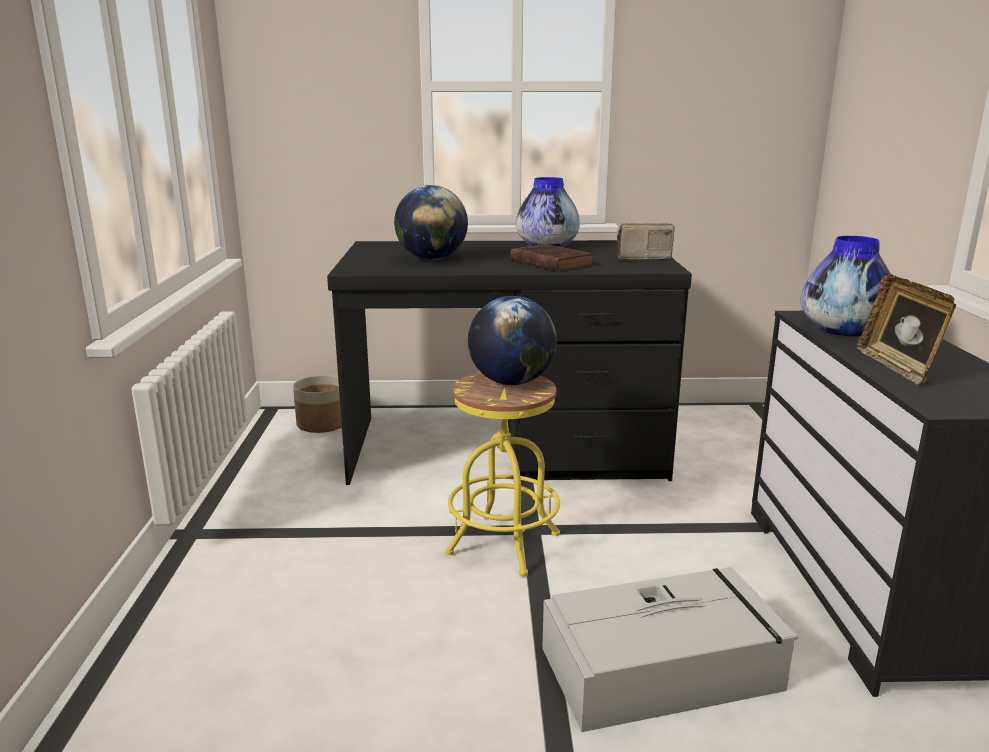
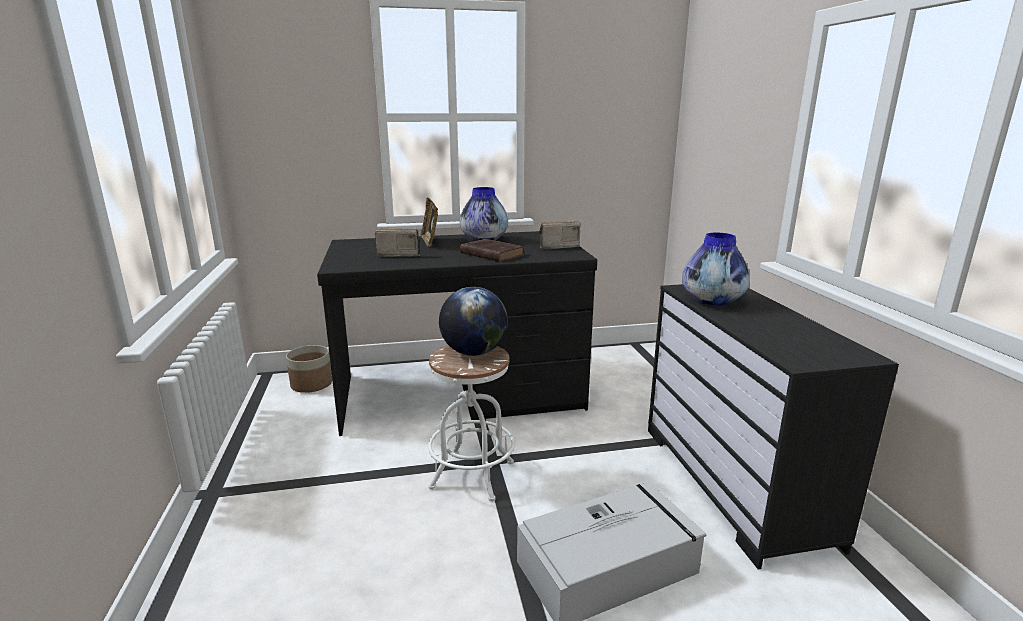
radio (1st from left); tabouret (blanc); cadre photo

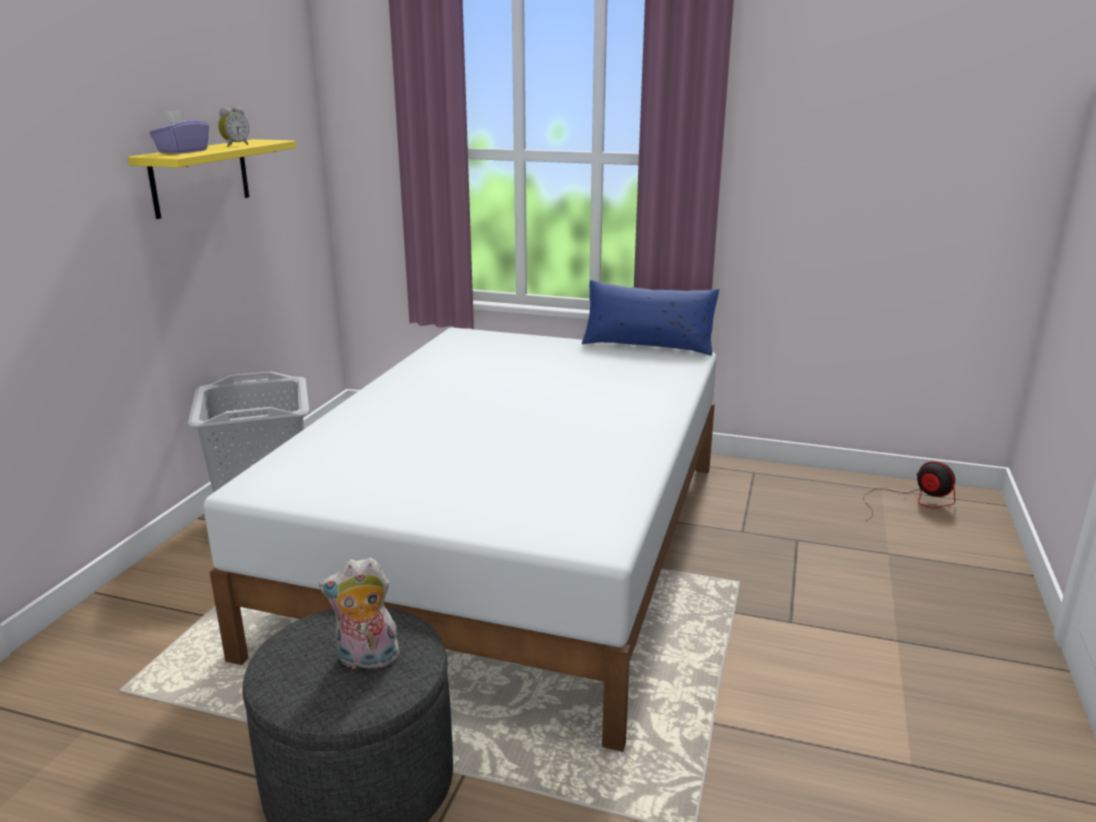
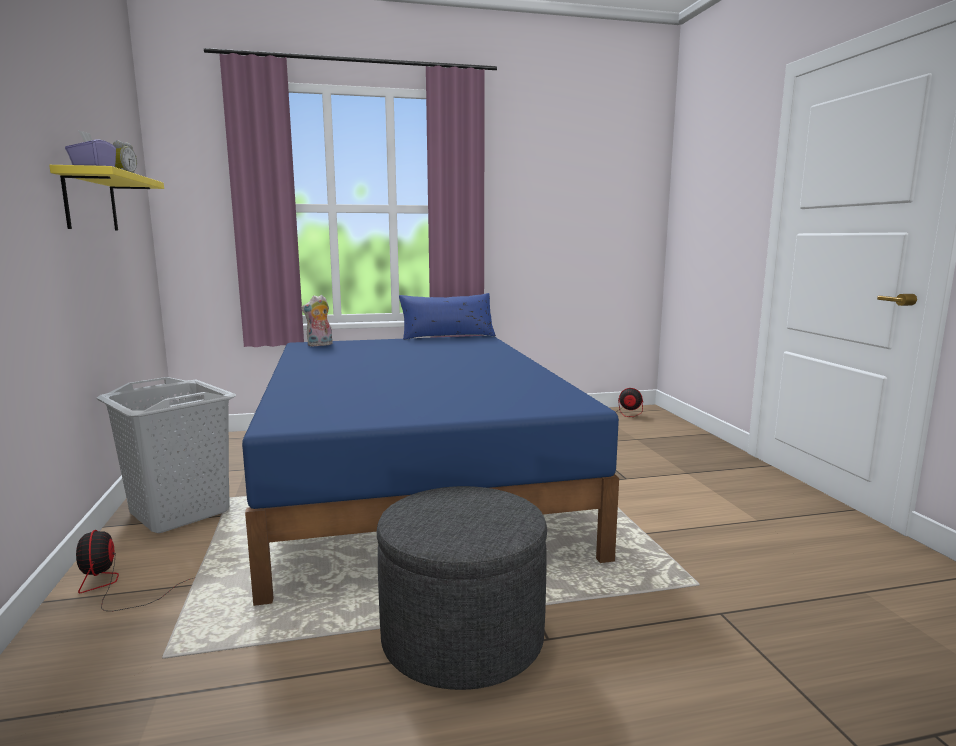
lit (bleu); peluche; ventilateur (1st from left)

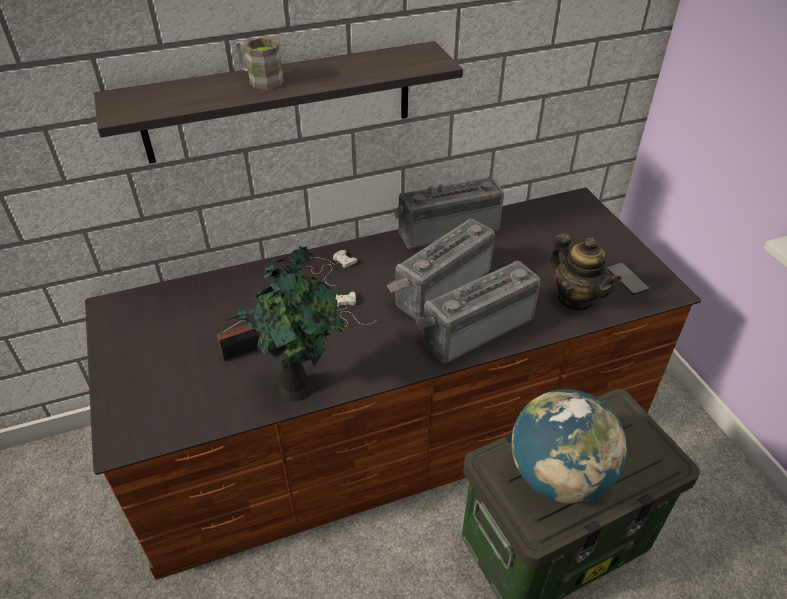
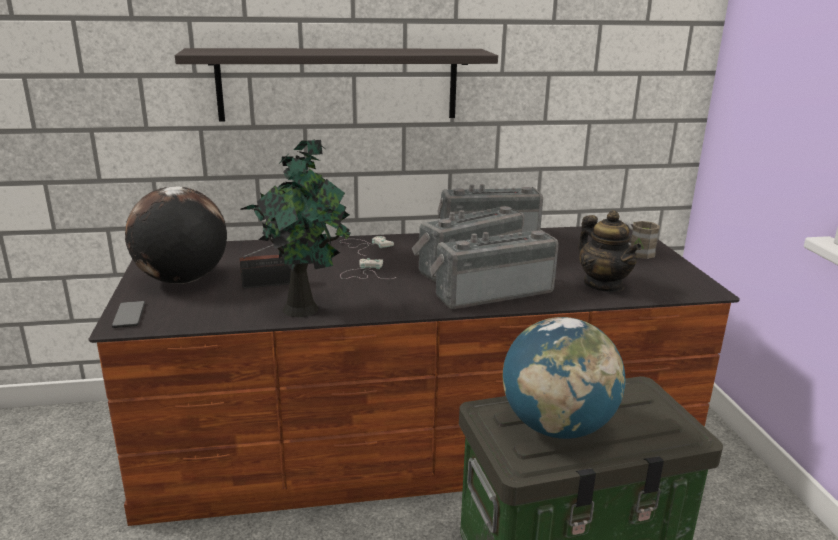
mug (marron); téléphone; globe (1st from left)

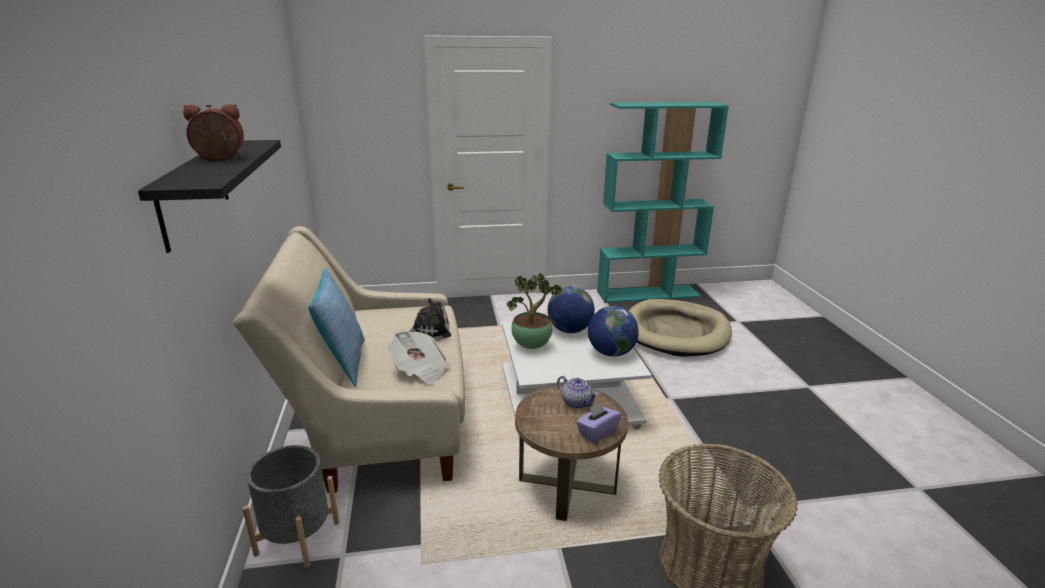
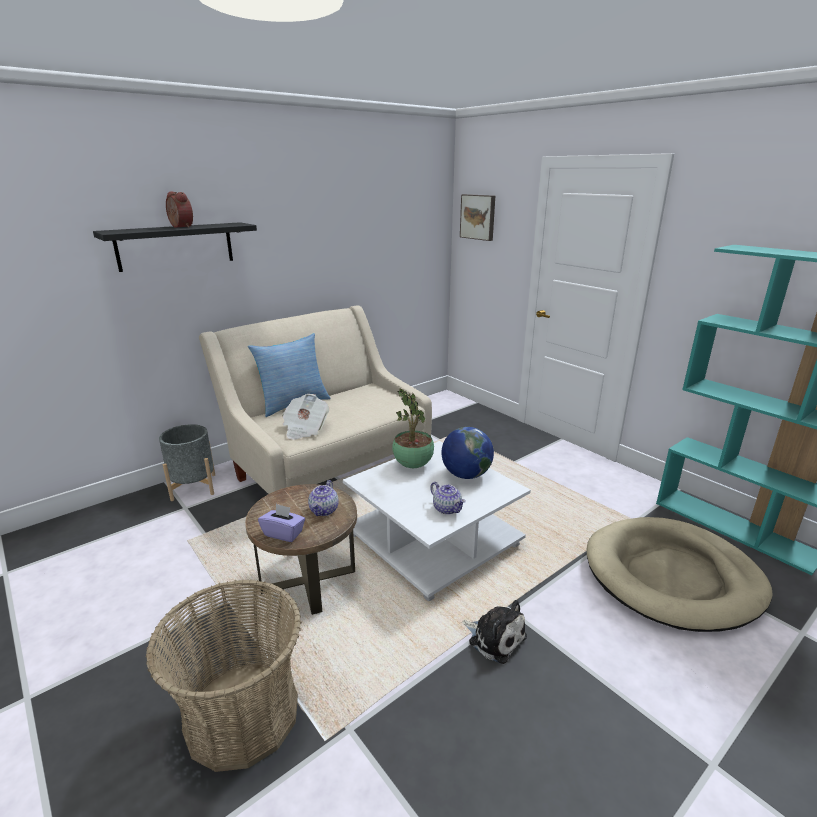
peluche; théière (2nd from left); tableau

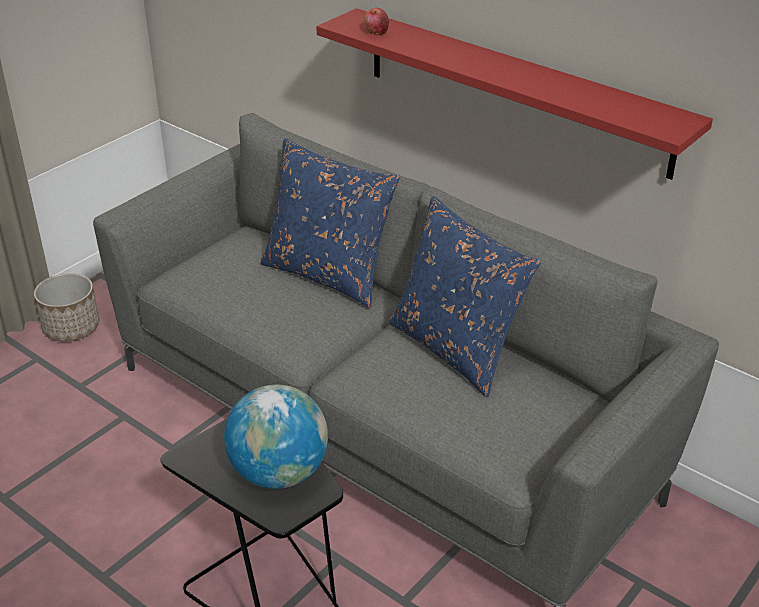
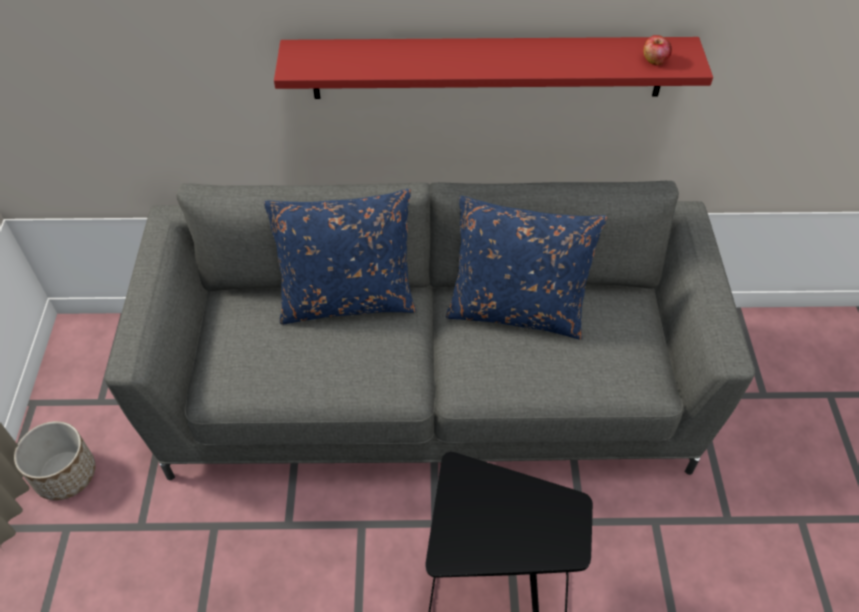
globe; pomme

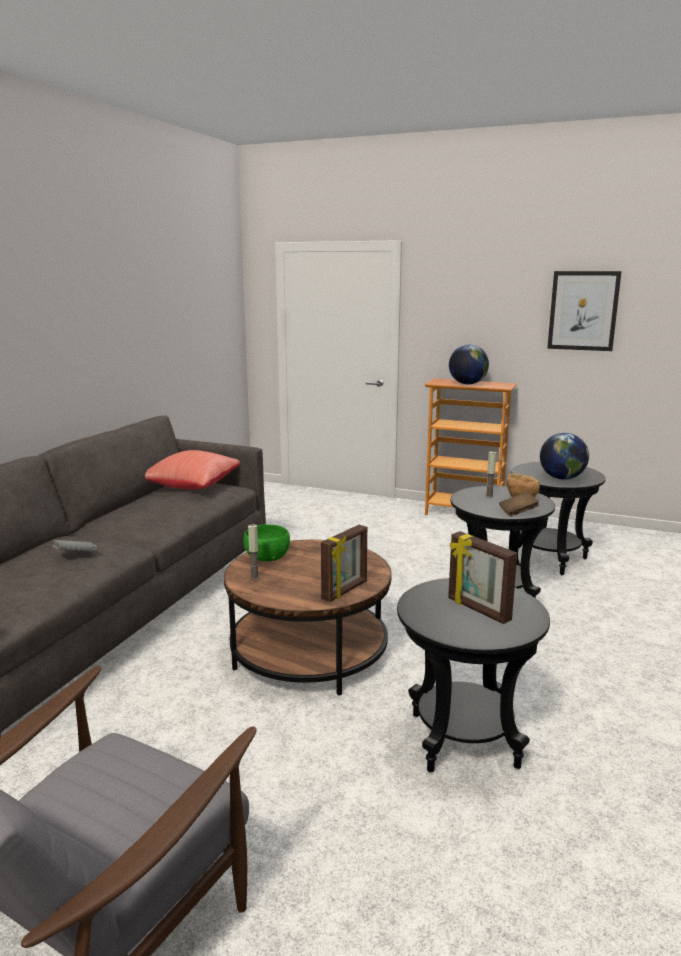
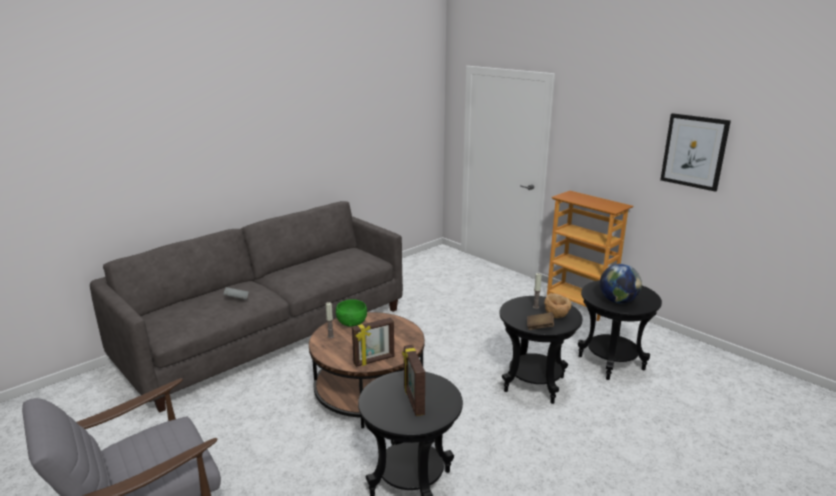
coussin (rouge); globe (1st from left in the first image)

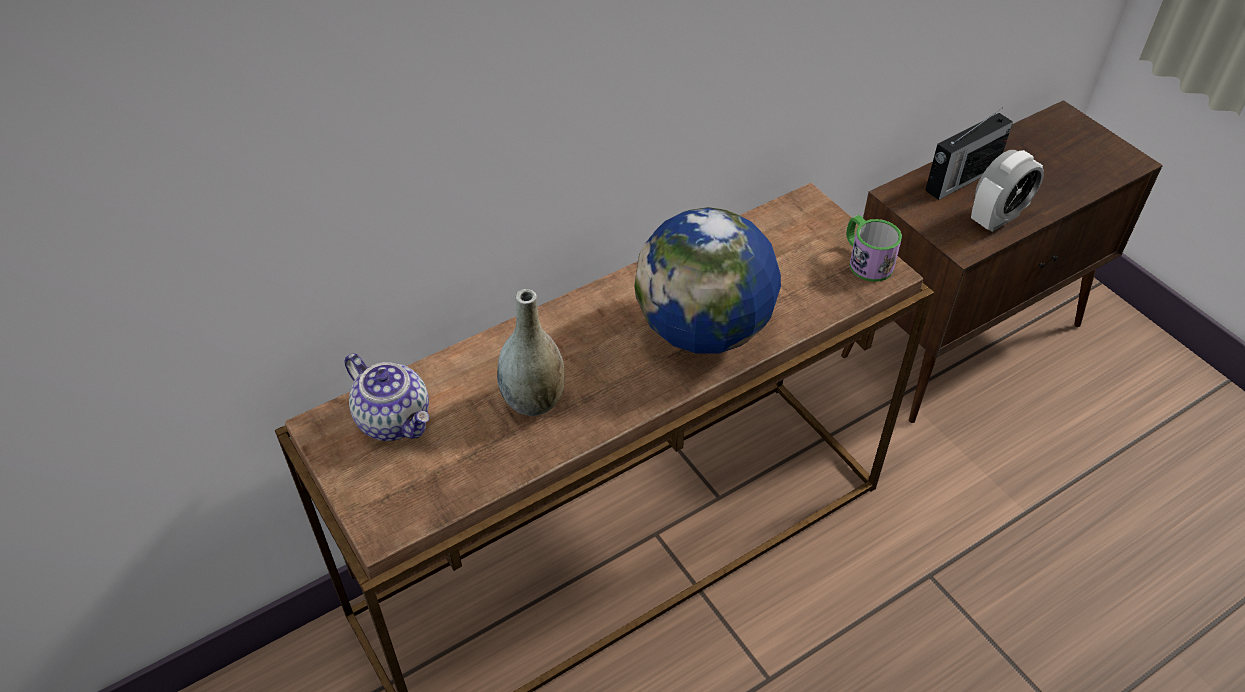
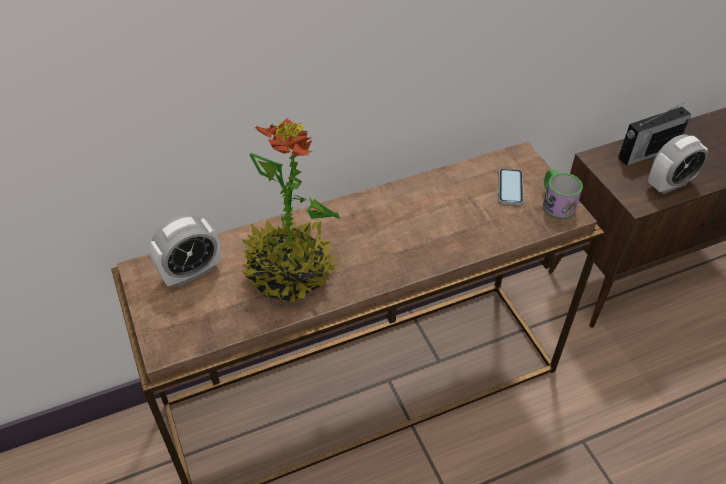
réveil (1st from left); plante en pot; globe; téléphone

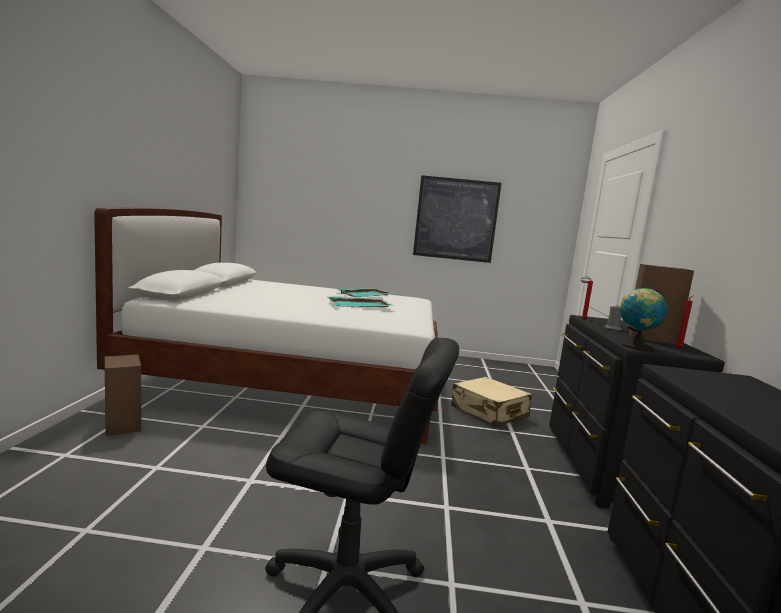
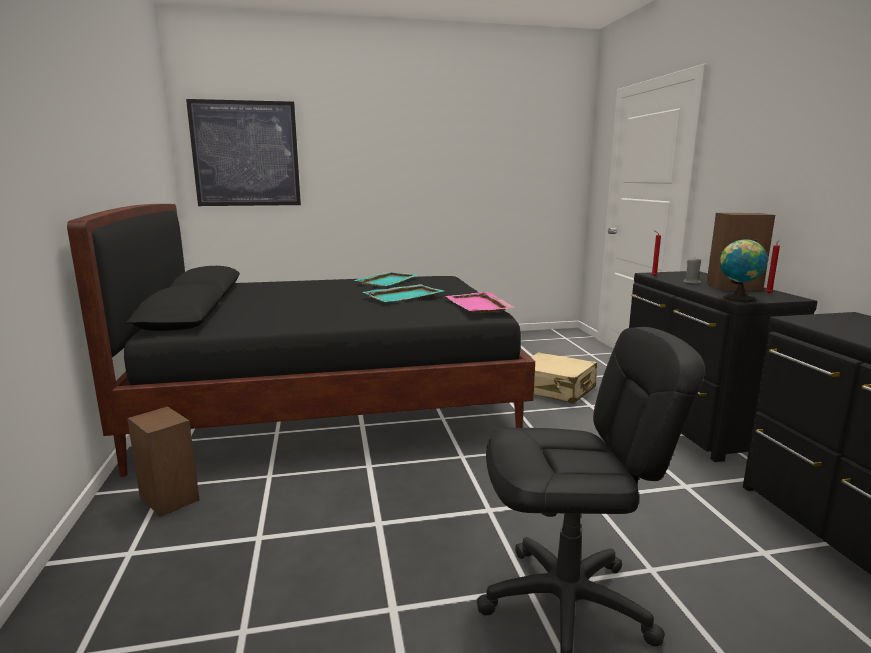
lit (noir); tableau; plateau (rose)

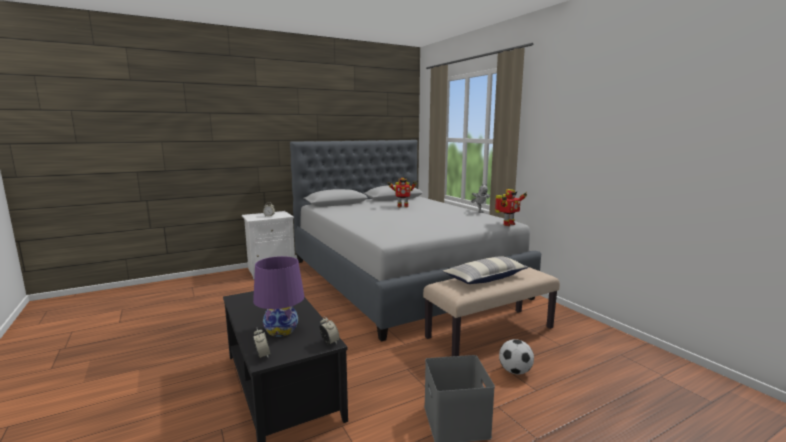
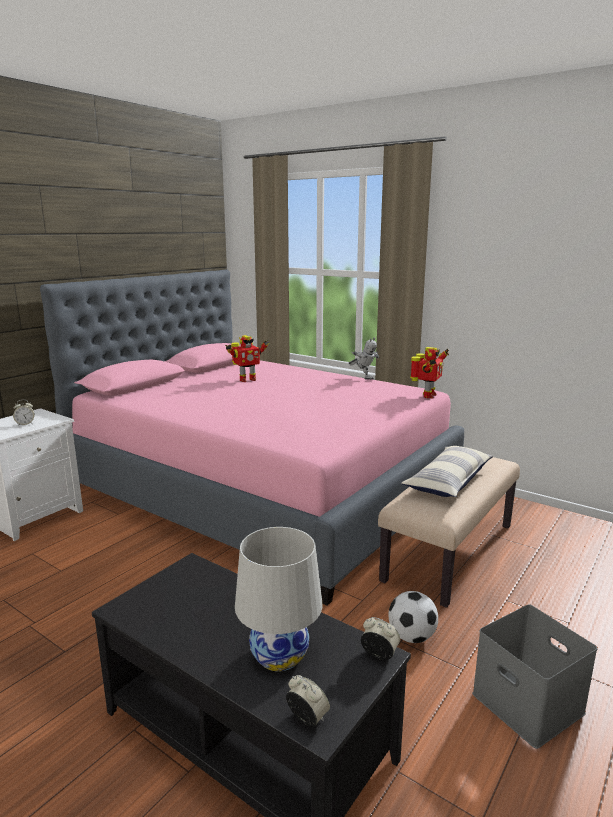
lampe de table (blanc); lit (rose); ballon de foot

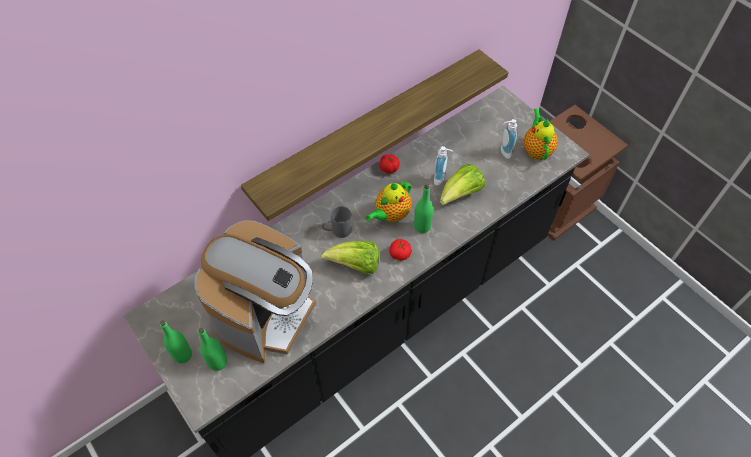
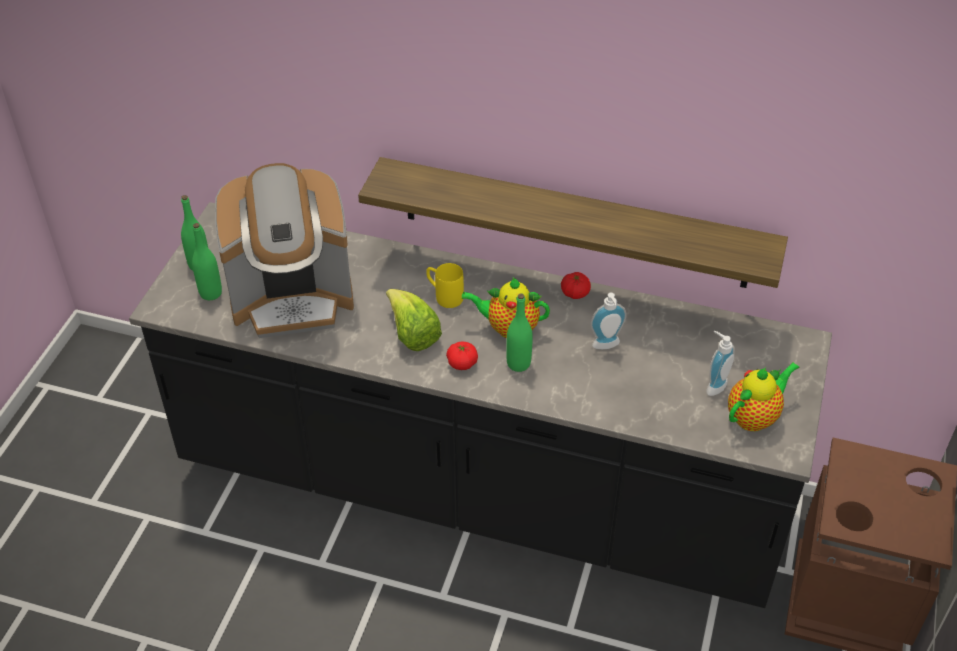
mug (jaune); laitue (2nd from left in the first image)

